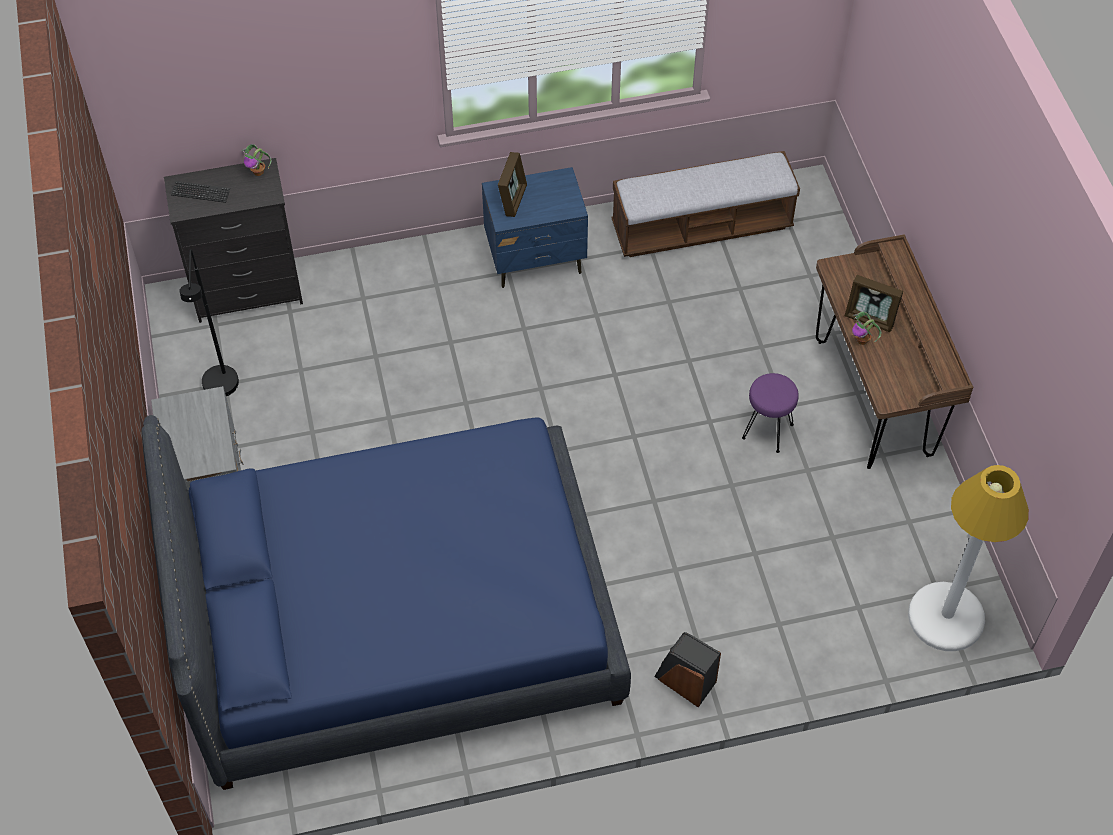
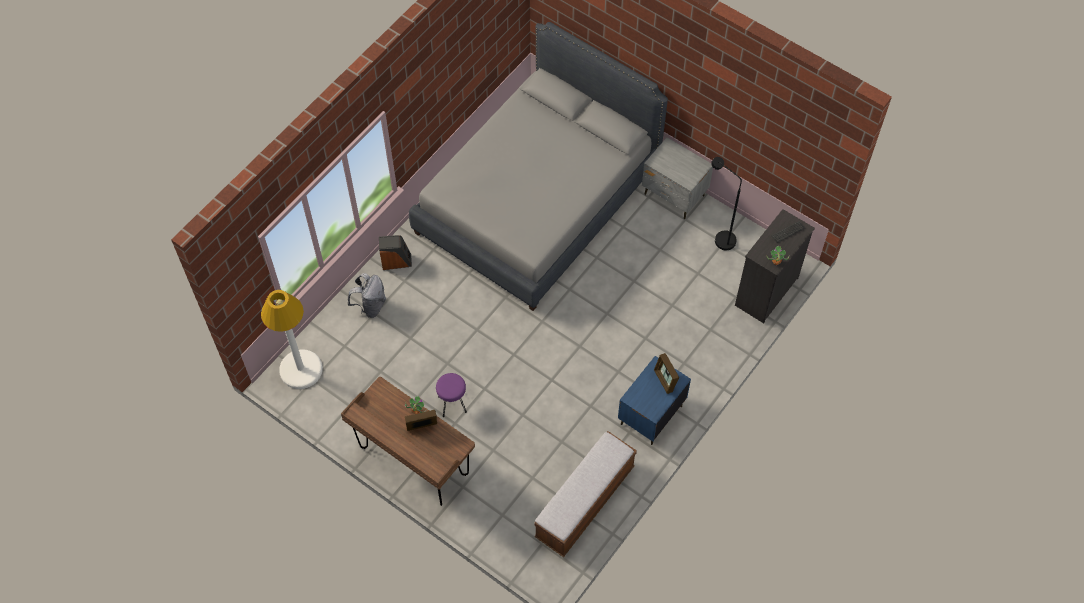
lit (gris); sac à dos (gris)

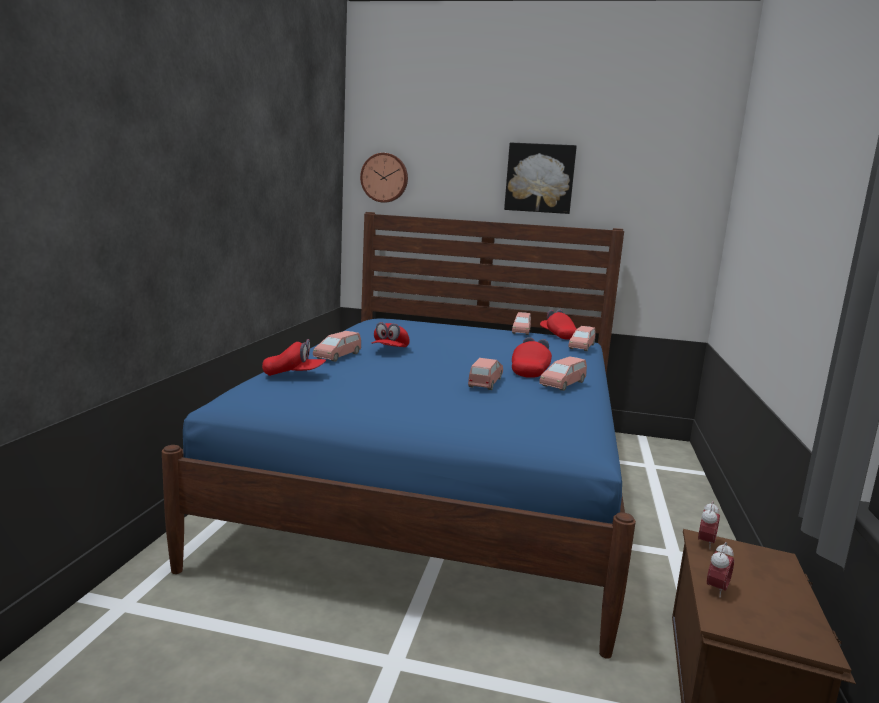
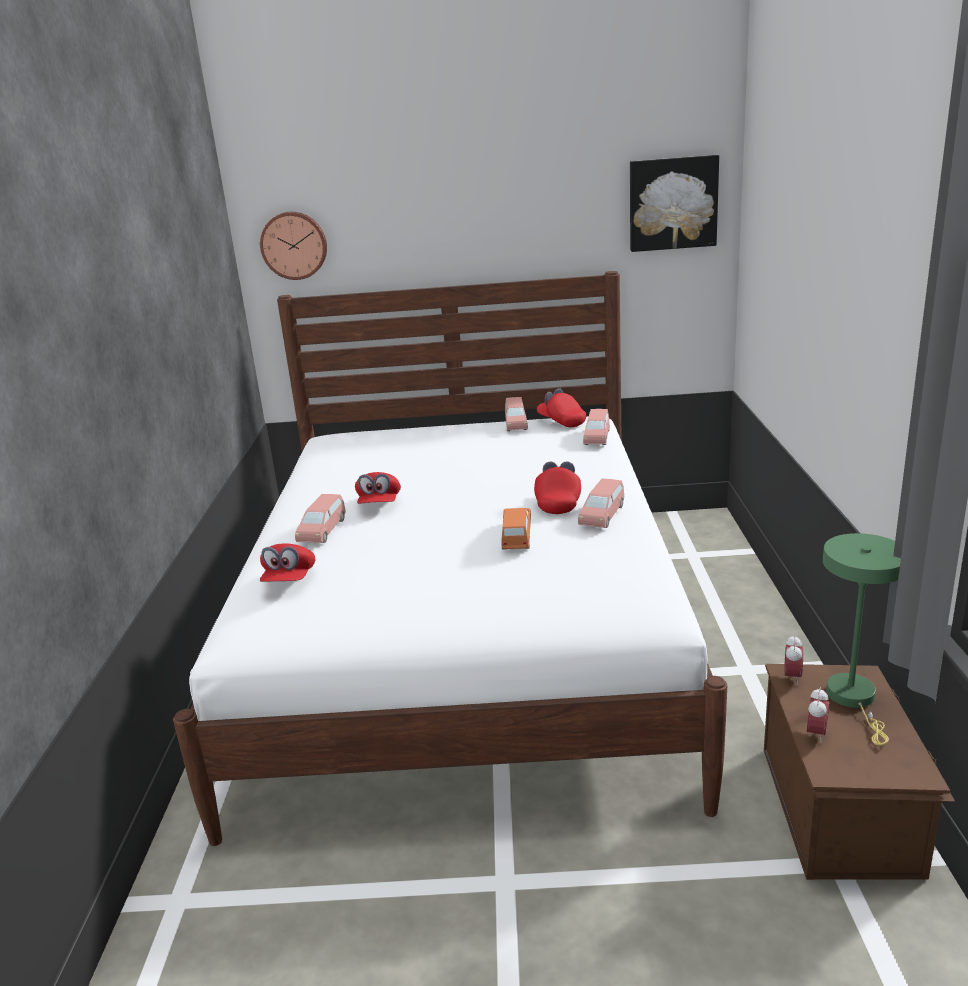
lit (blanc); casquette (rouge) (1st from left); petite voiture (orange); tableau; lampe de table (vert)

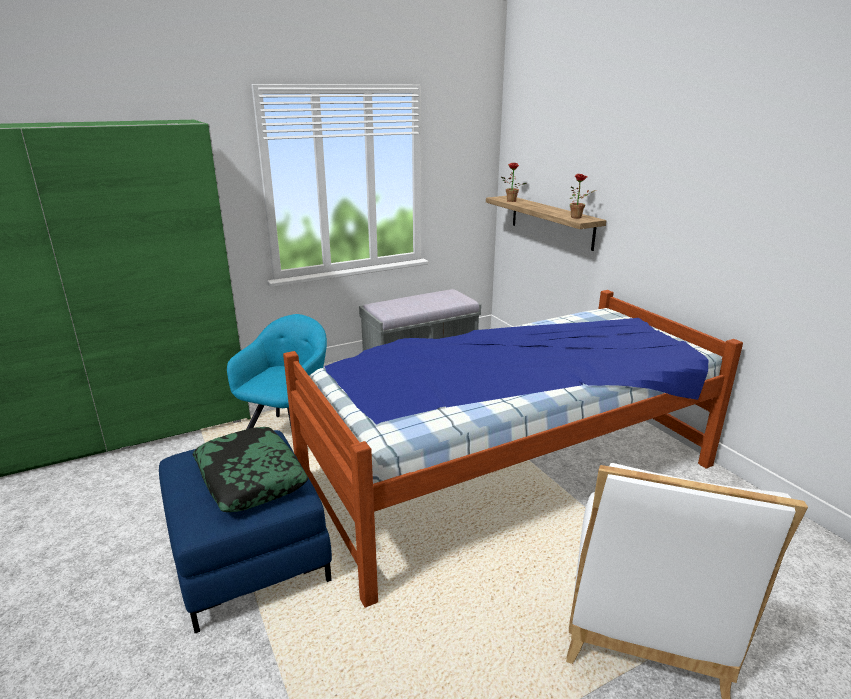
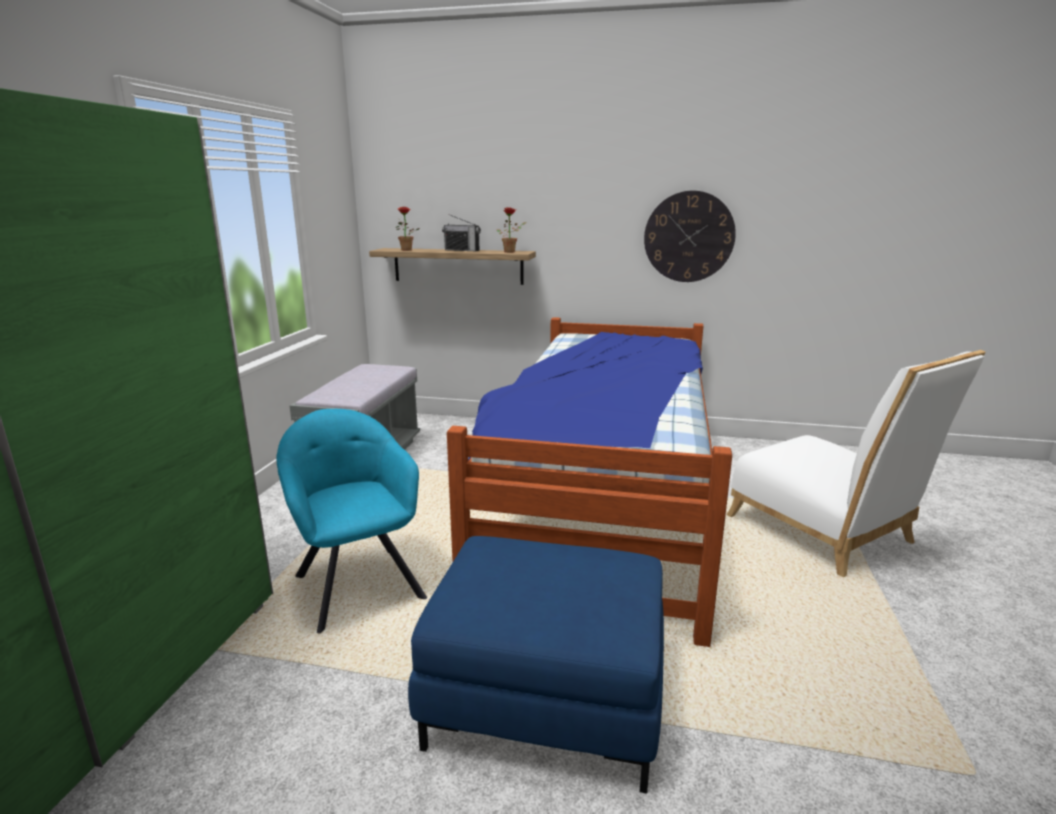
coussin; radio; horloge murale

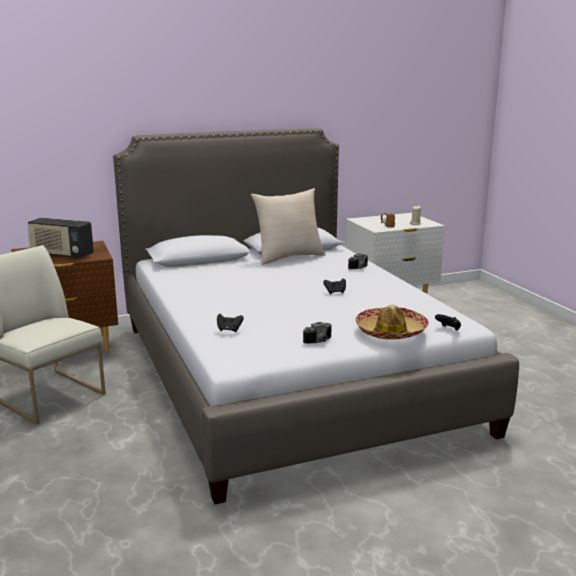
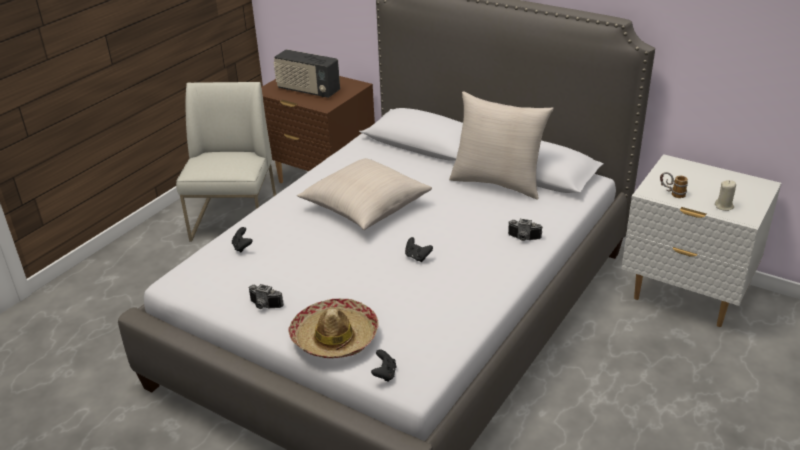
radio; coussin (beige) (1st from left)

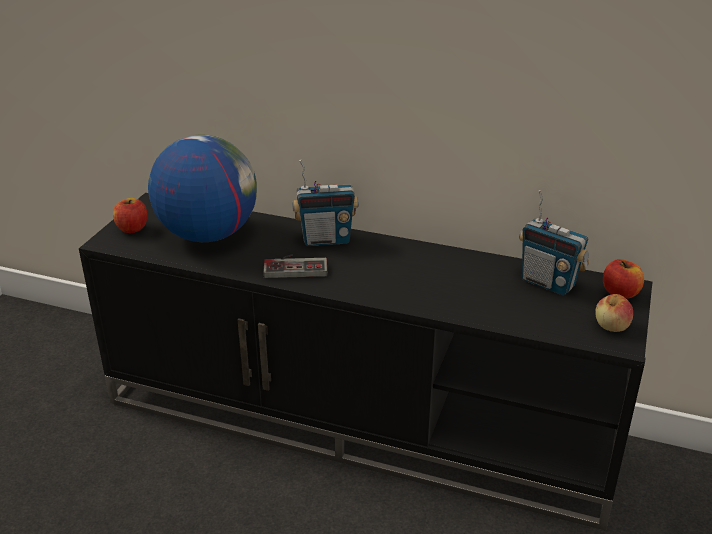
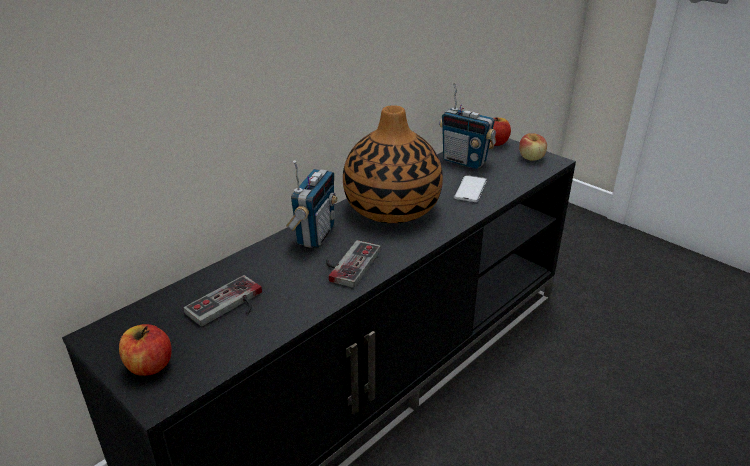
manette (1st from left); radio (2nd from left); vase; téléphone

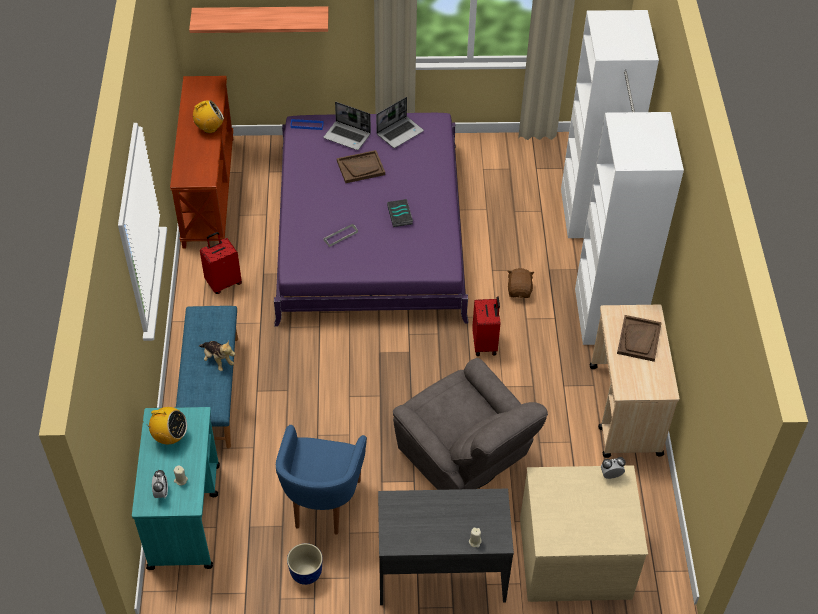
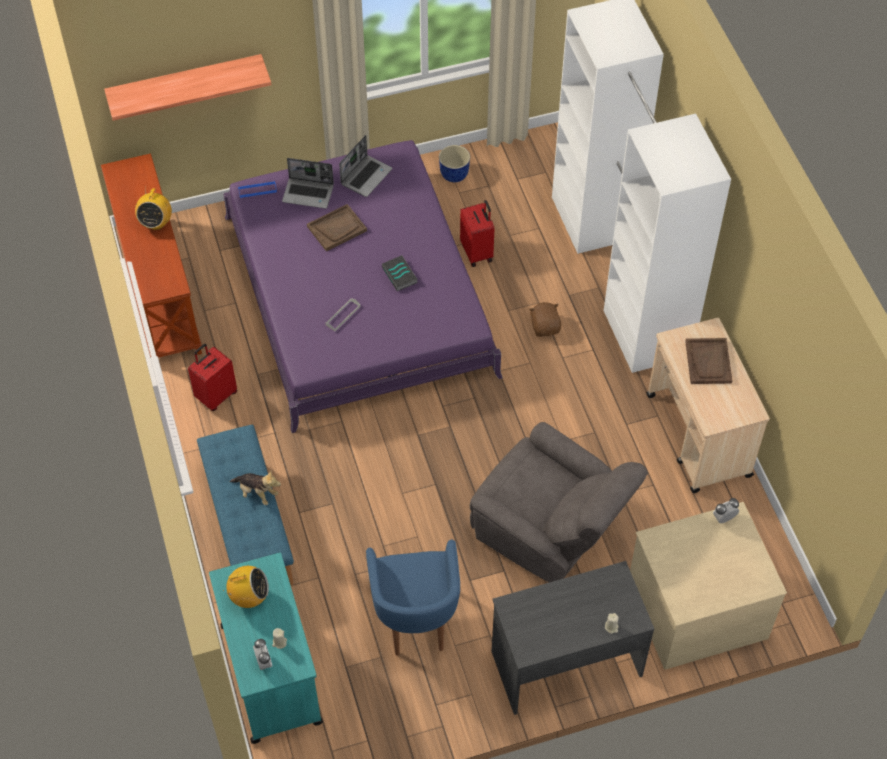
radio (1st from left); cache-pot; valise (rouge) (2nd from left)

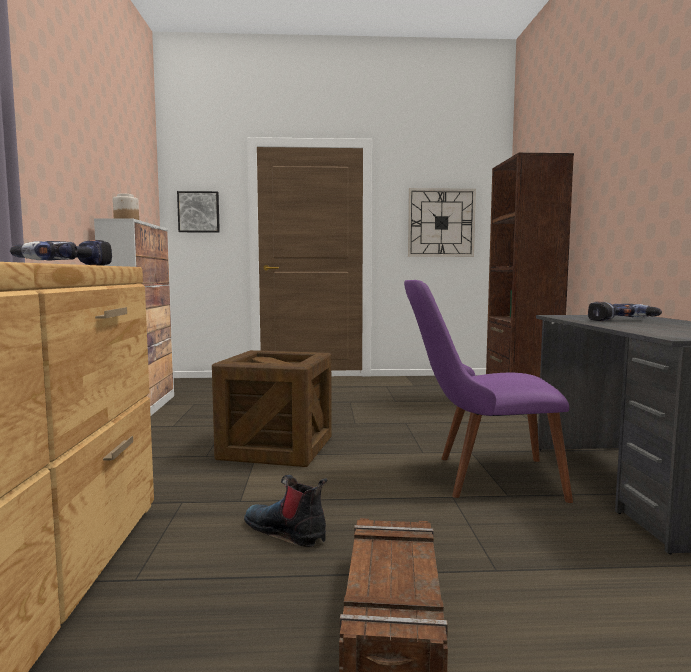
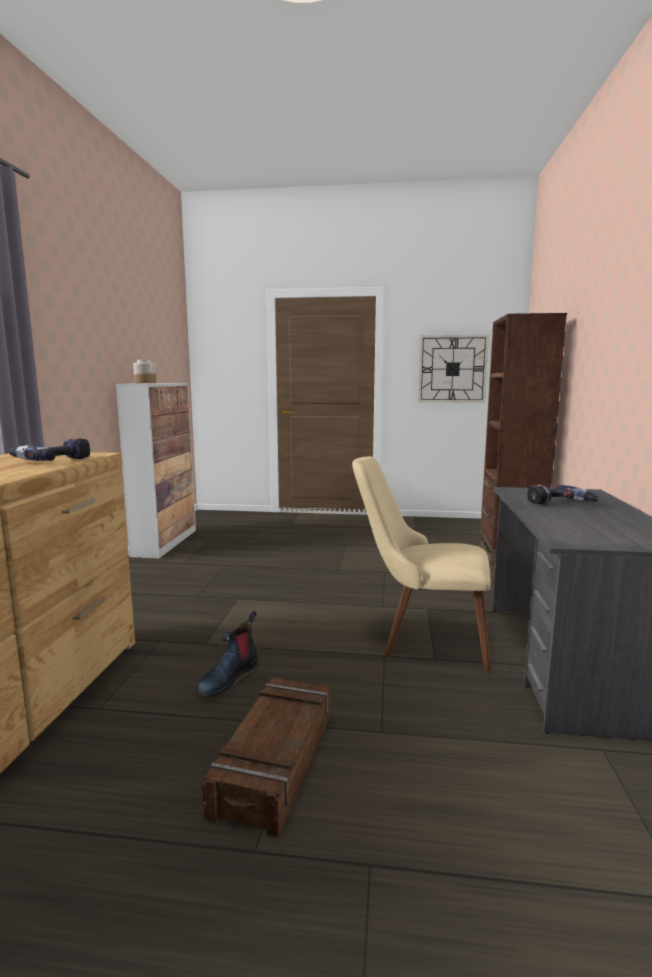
tableau; caisse (1st from left in the first image); botte; chaise (beige)

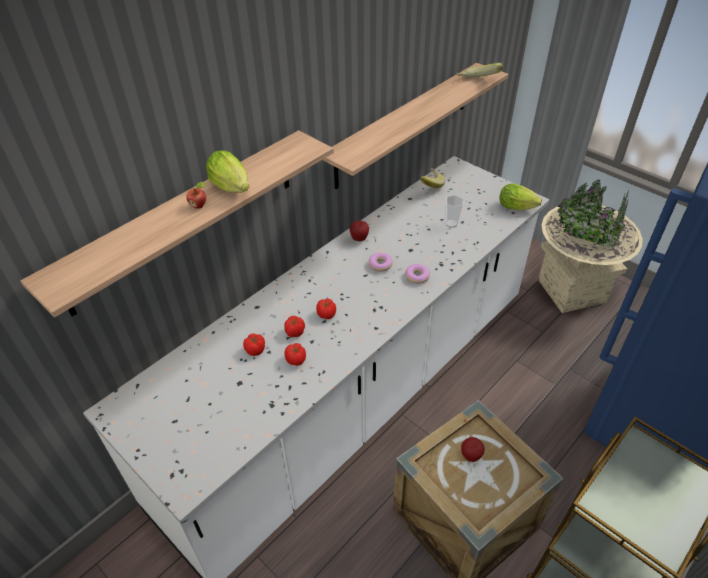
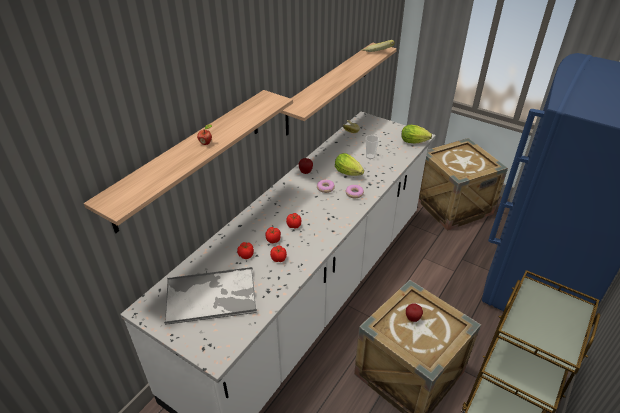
laitue (1st from left); caisse (2nd from left); plateau

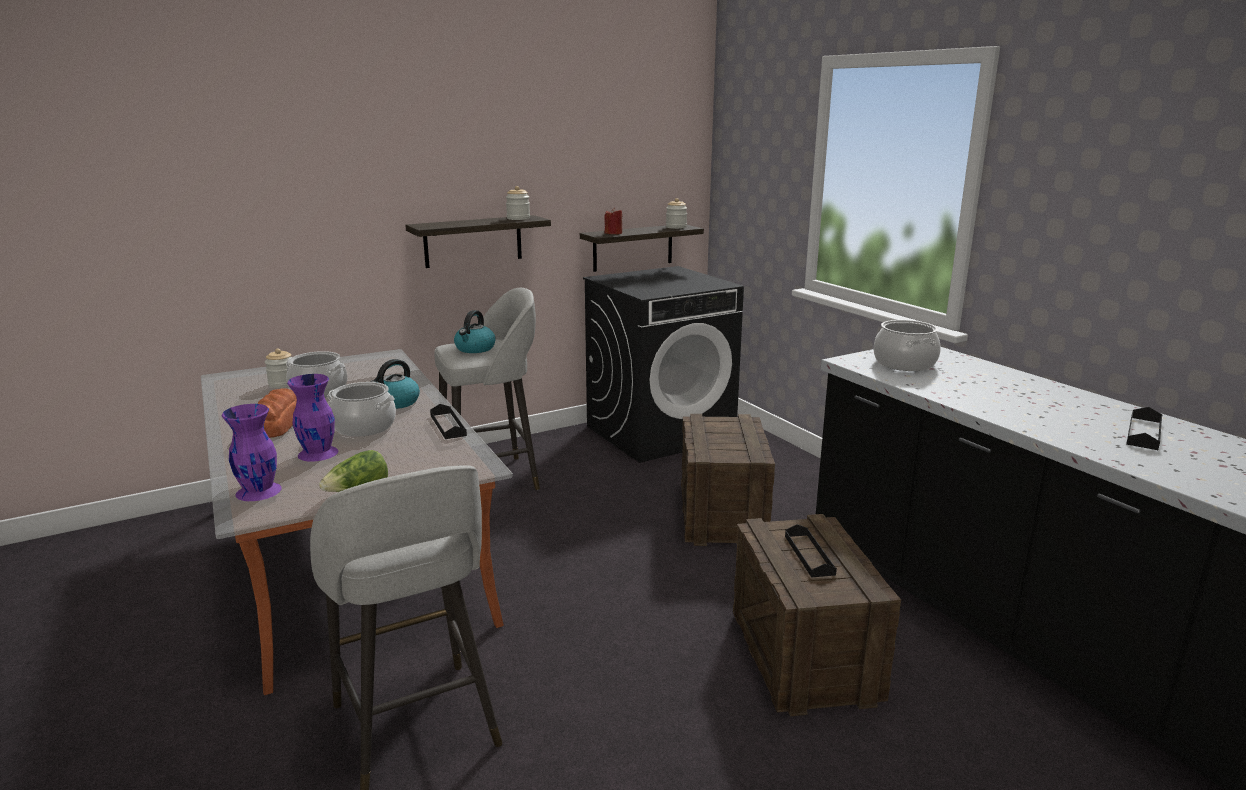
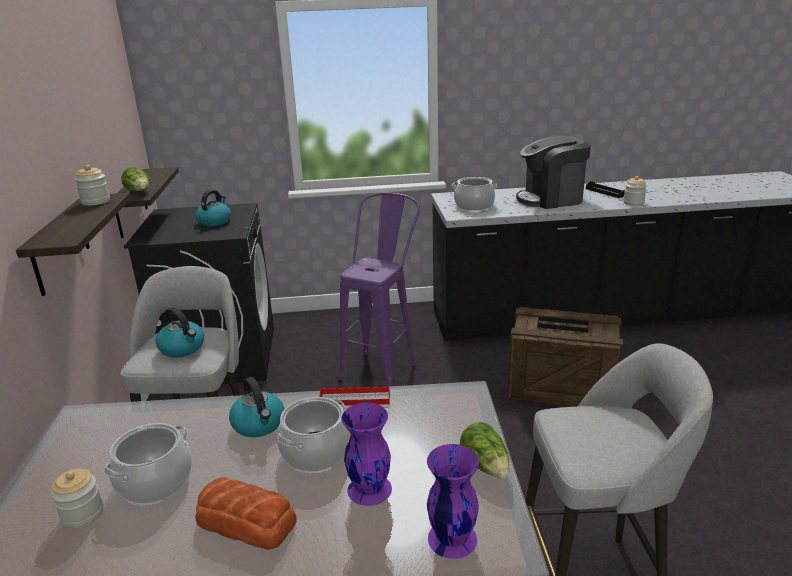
plateau (rouge); laitue (1st from left); bocal (3rd from left); tabouret (violet); bouilloire (2nd from left); machine à café

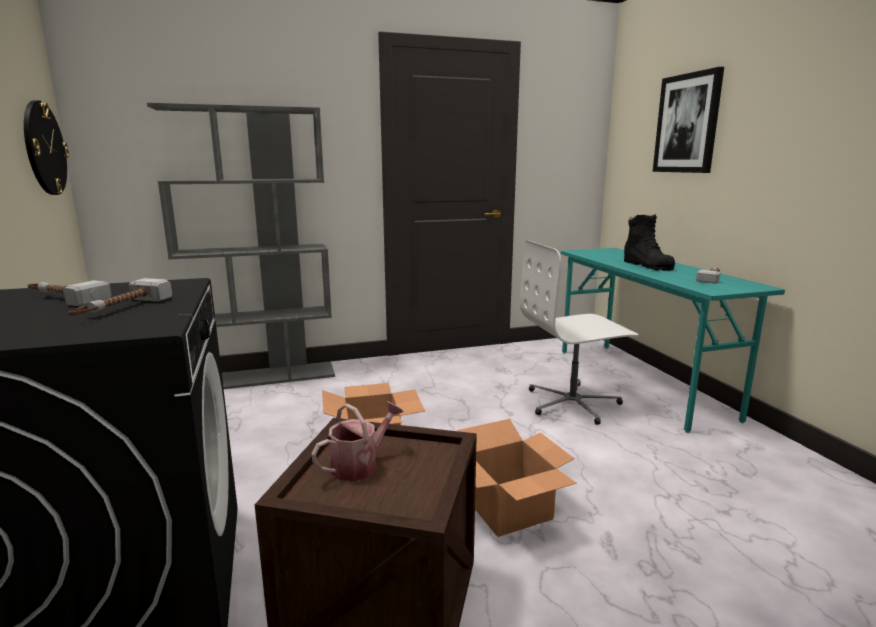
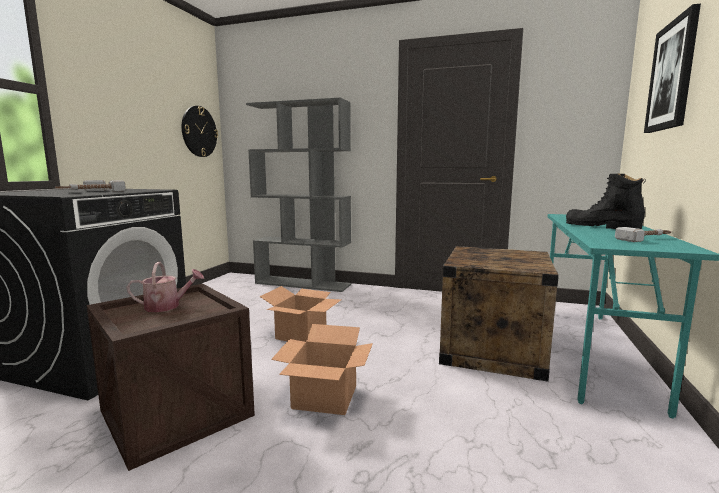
caisse (2nd from left); botte (noir)

